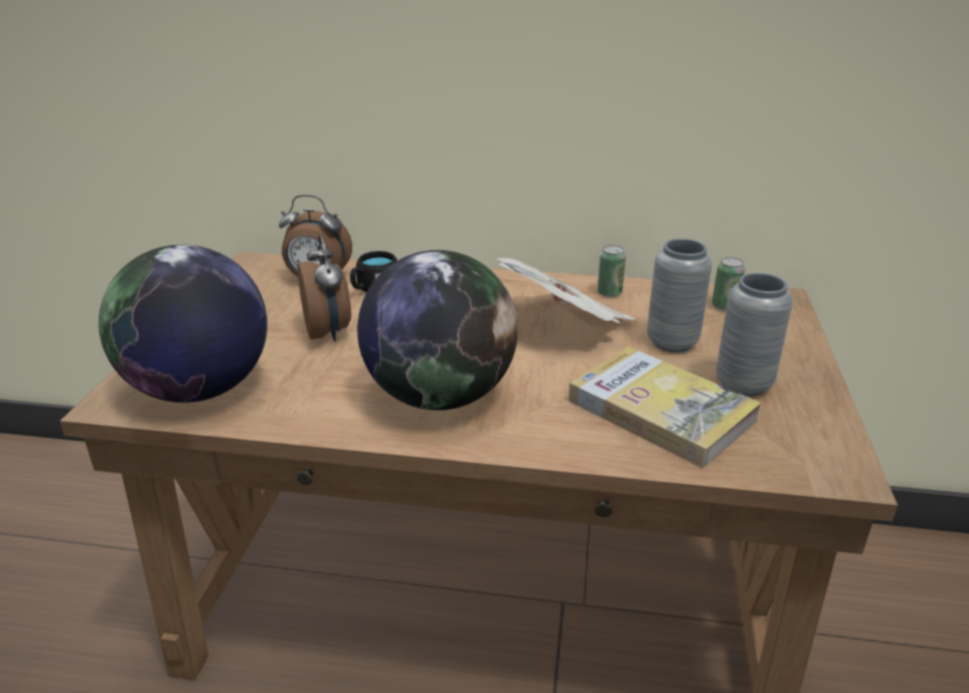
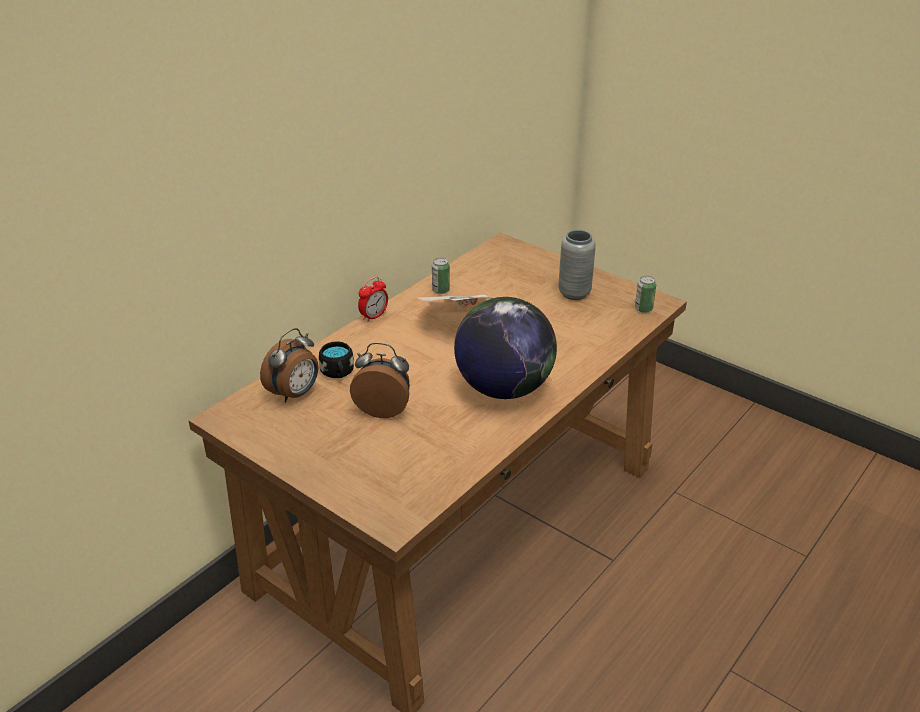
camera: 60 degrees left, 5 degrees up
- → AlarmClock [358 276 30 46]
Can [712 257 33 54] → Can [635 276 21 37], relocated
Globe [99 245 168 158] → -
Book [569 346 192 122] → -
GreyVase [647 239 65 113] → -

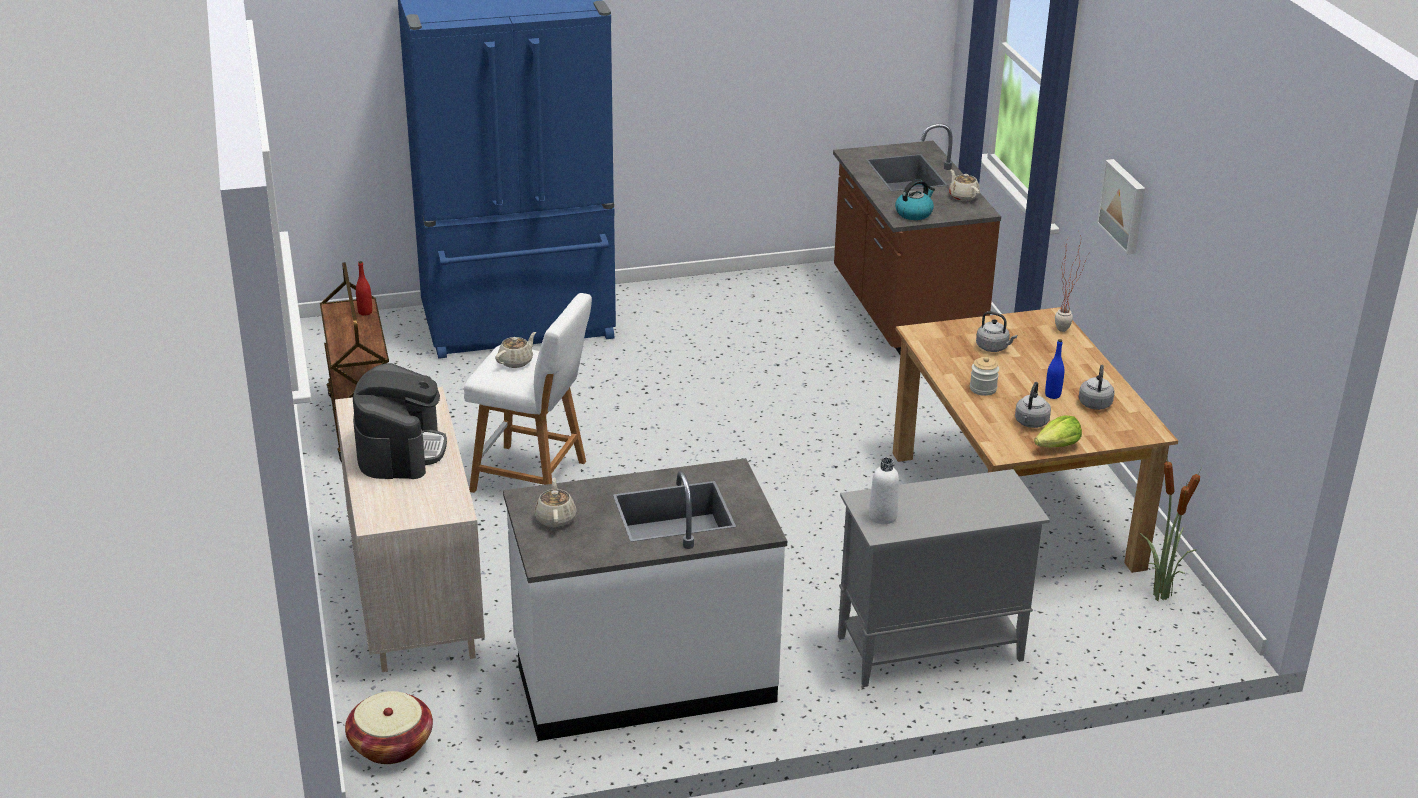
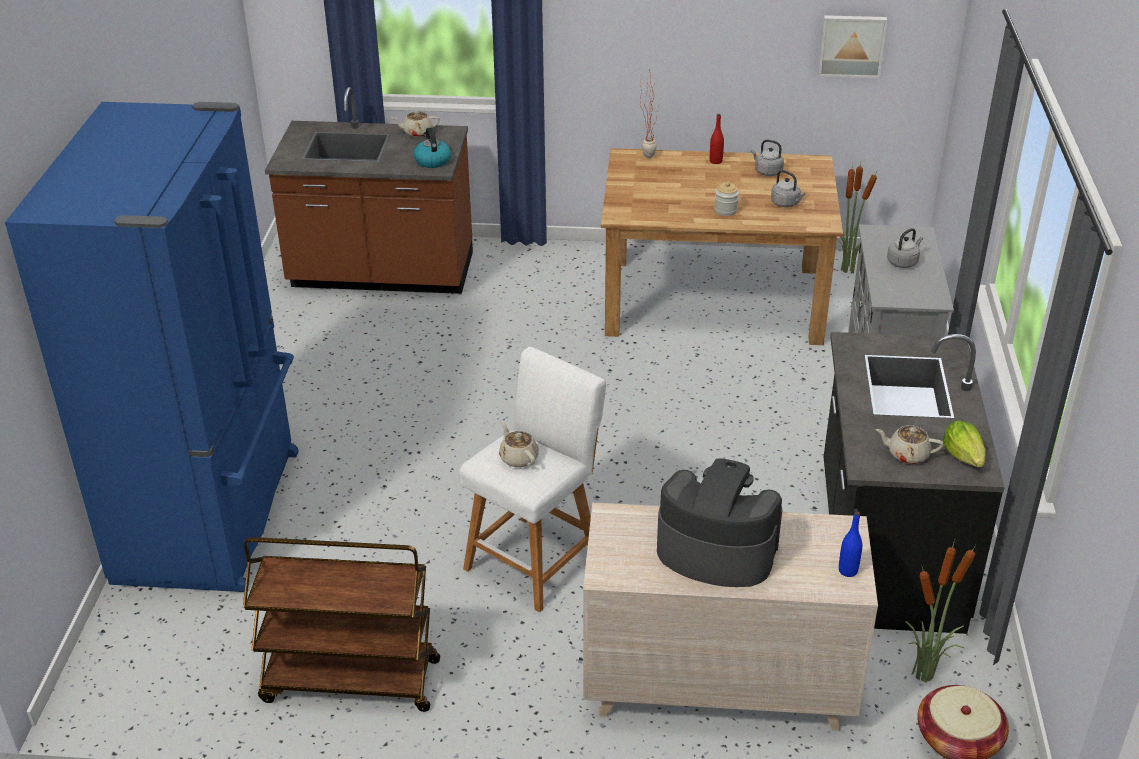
camera: 70 degrees left, 5 degrees up
RedBottle [356 261 16 55] → RedBottle [710 114 14 50], relocated
Picture [1097 159 48 96] → Picture [818 15 69 63], relocated
WhiteCounter [503 458 284 283] → BlackCounter [824 332 181 302]
BlueBottle [1045 339 19 60] → BlueBottle [839 511 23 66], relocated
GreyKettle [976 311 41 41] → GreyKettle [887 228 36 40], relocated
- → PottedPlant [906 537 71 146]
Lettuce [1034 415 48 33] → Lettuce [943 421 43 46], relocated
WhiteBottle [869 458 30 66] → -

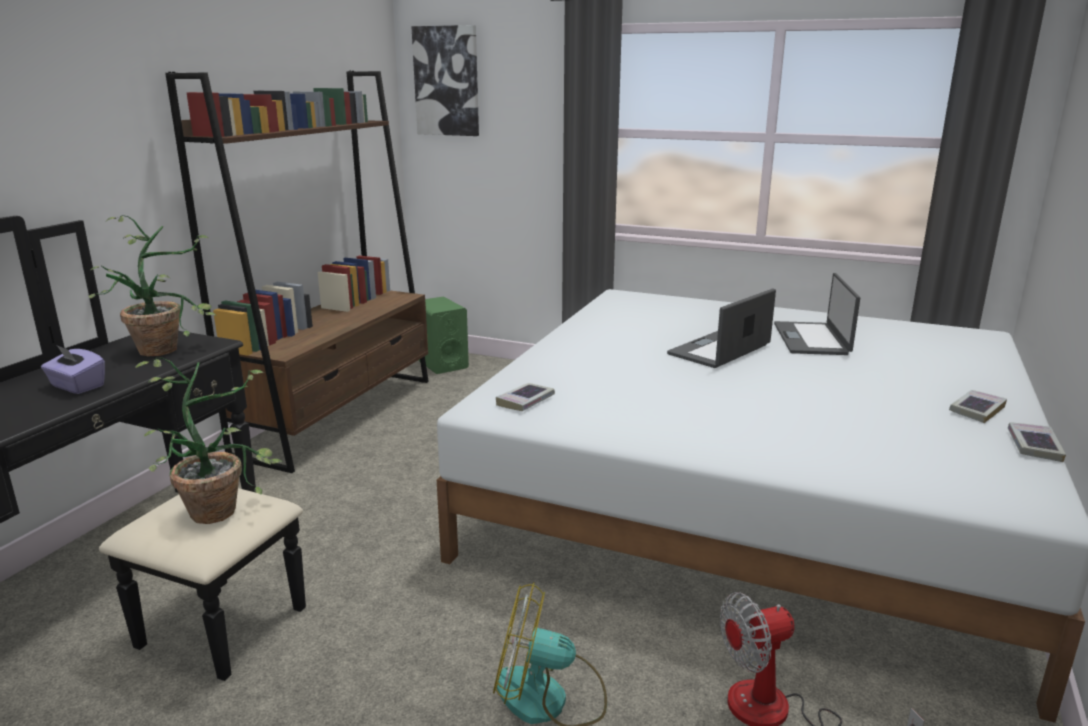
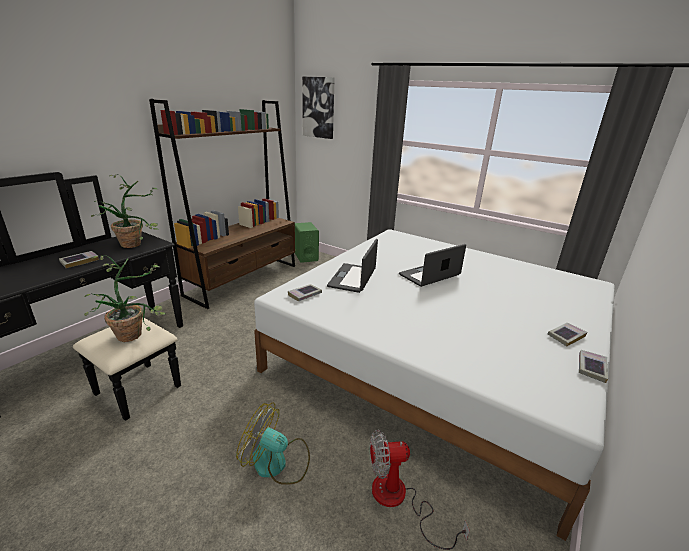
camera: 10 degrees right, 5 degrees up
PurpleTissueBox [41 346 64 48] → Book [59 251 40 17]
Laptop [774 273 86 82] → Laptop [327 239 51 54], relocated

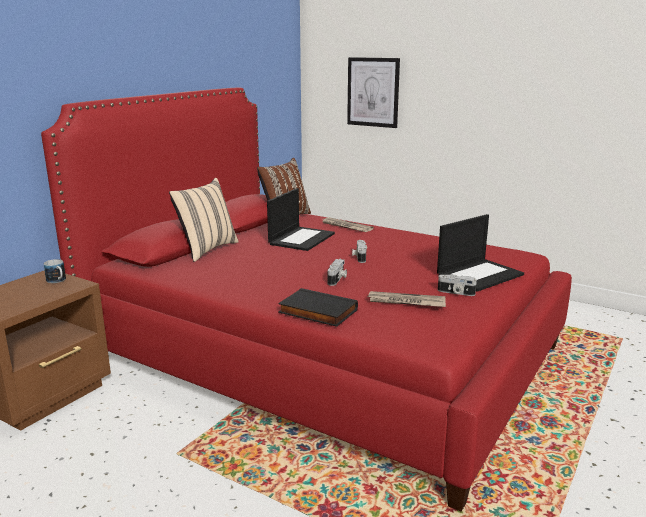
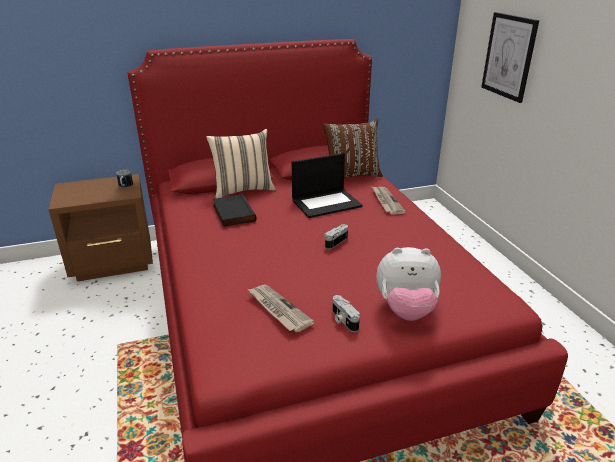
camera: 40 degrees right, 10 degrees up
BlackBook [278 288 80 39] → BlackBook [213 194 43 33], relocated
Laptop [437 214 87 78] → PlushToy [376 247 65 74]
PhotoCamera [328 259 19 27] → -

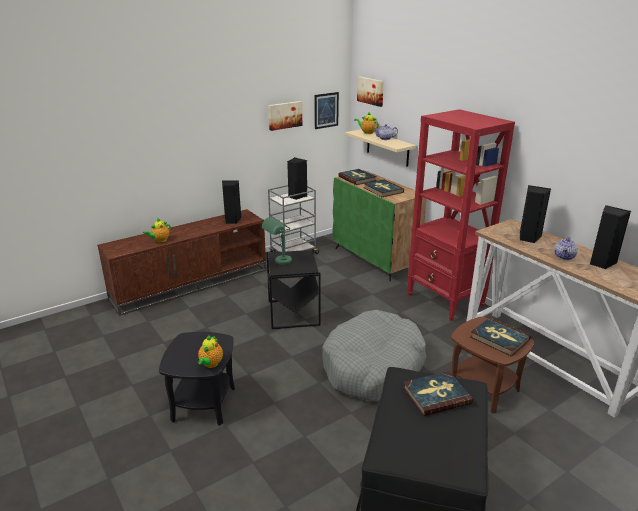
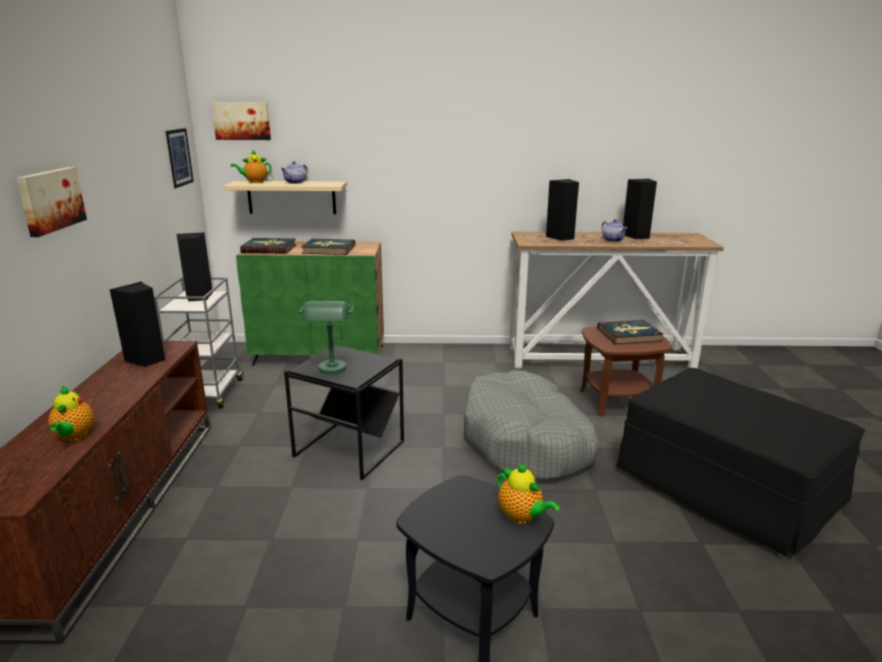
camera: 55 degrees left, 5 degrees down
Picture [268 101 34 30] → Picture [16 167 71 70], relocated
Book [403 371 70 45] → -
RedBookcase [407 109 108 212] → -

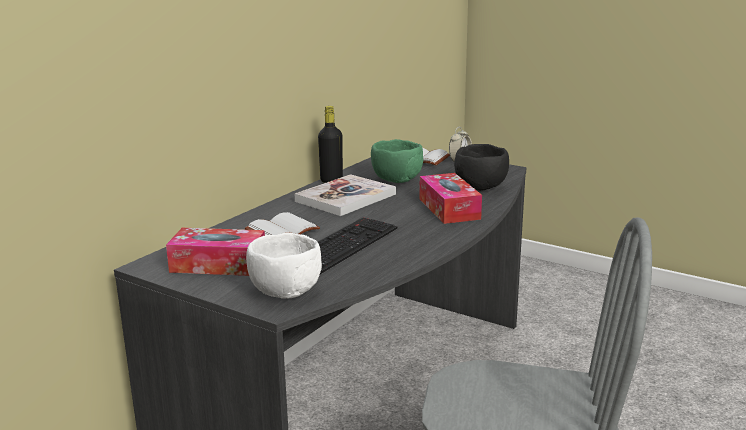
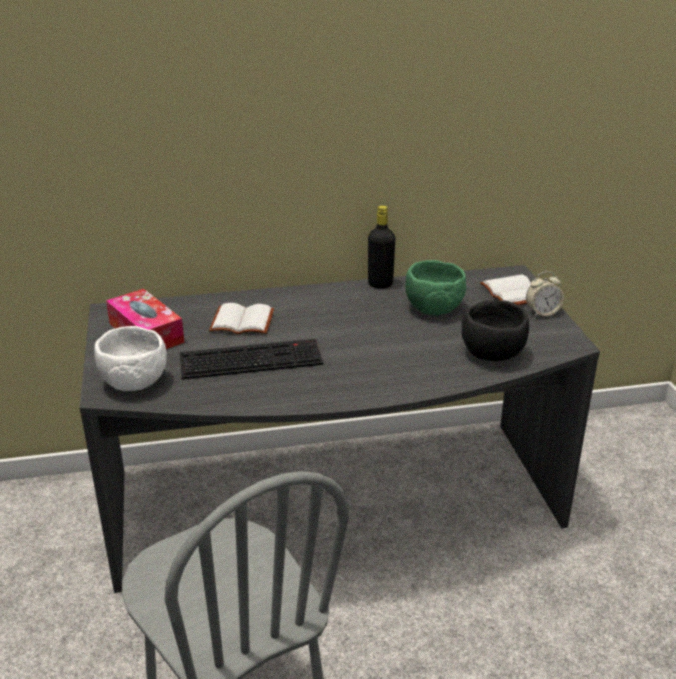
camera: 45 degrees right, 10 degrees up
Book [295 174 101 42] → -
TissueBox [419 173 63 51] → -

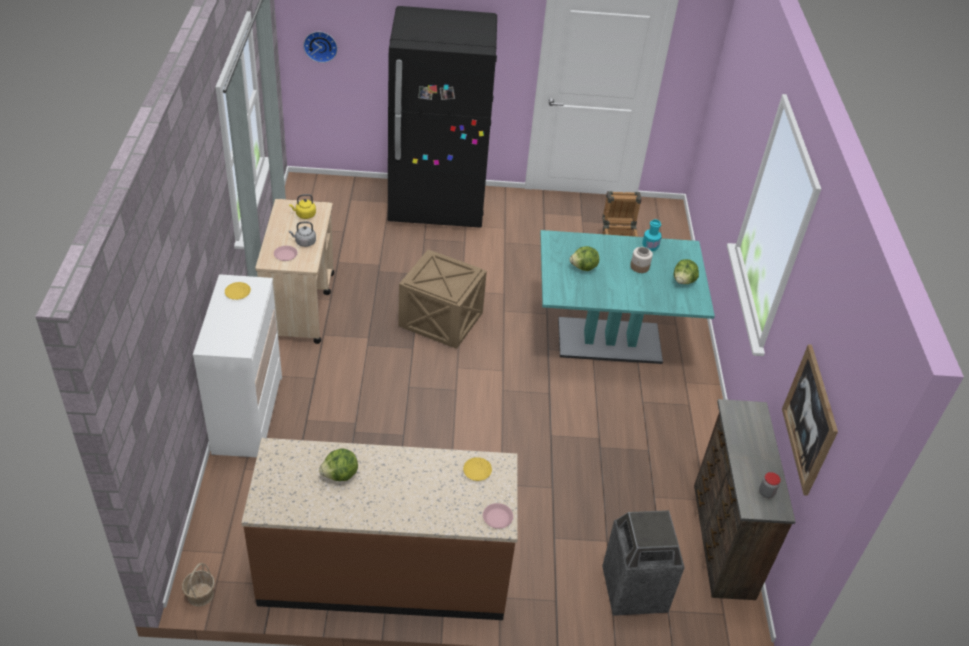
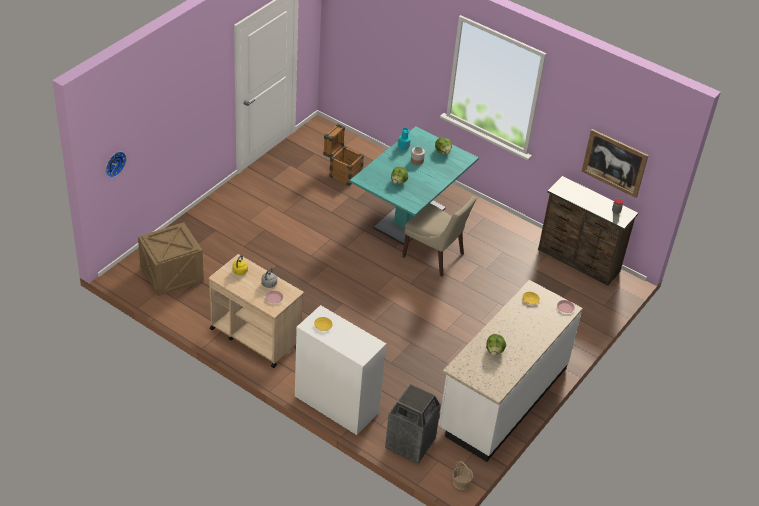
camera: 55 degrees left, 0 degrees up
Crate [398 250 89 99] → Crate [138 223 66 73], relocated
TrashCan [602 510 83 106] → TrashCan [385 384 56 80], relocated
- → BeigeChair [402 196 74 81]
BrownCounter [241 438 277 182] → WhiteCounter [439 280 144 182]
BlackFridge [388 6 109 222] → -

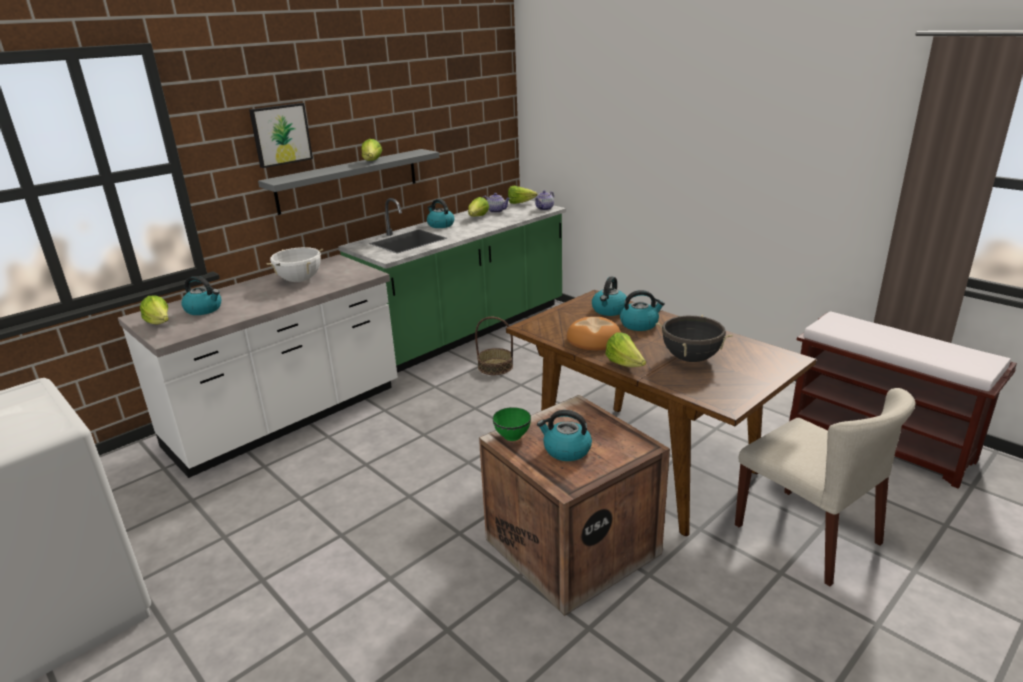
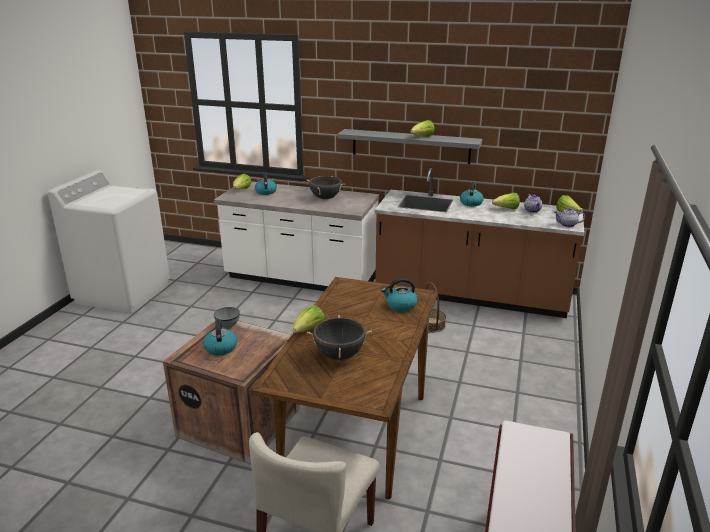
camera: 60 degrees right, 0 degrees up
GreenBowl [493 407 38 34] → GreyBowl [214 307 26 22]
WhiteCookingPot [266 247 57 35] → BlackCookingPot [307 176 37 23]
GreenCounter [338 198 228 175] → BrownCounter [375 168 210 150]
Picture [249 103 64 65] → -
Bread [567 317 54 33] → -
Kettle [620 290 45 41] → -

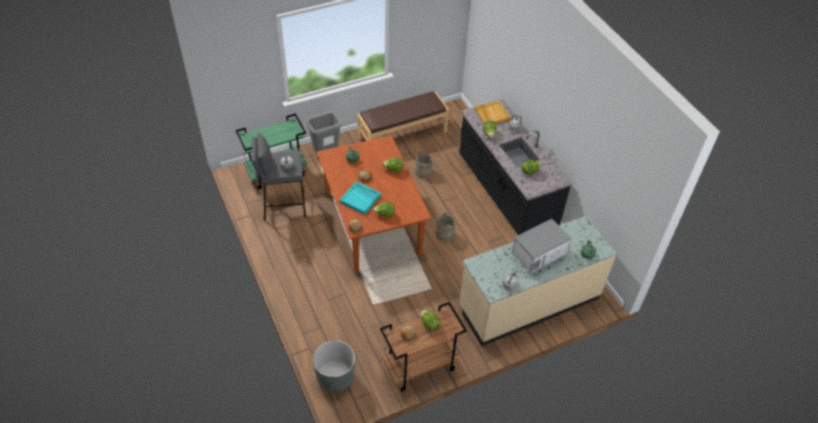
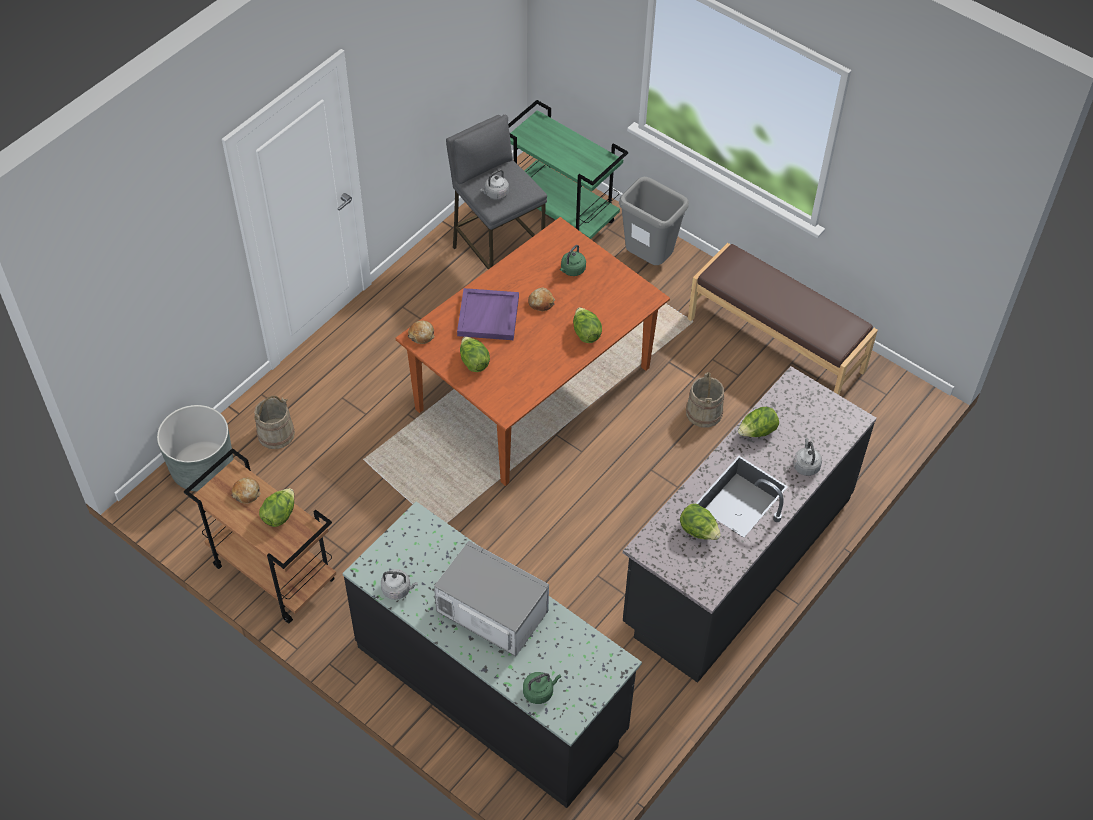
camera: 65 degrees right, 5 degrees up
BeigeBucket [436 212 19 30] → BeigeBucket [254 396 41 53], relocated
BeigeCounter [459 216 158 130] → BlackCounter [342 501 300 307]
TurquoiseTray [340 181 41 34] → PurpleTray [457 288 62 52]
BeigeTray [475 101 36 23] → -

